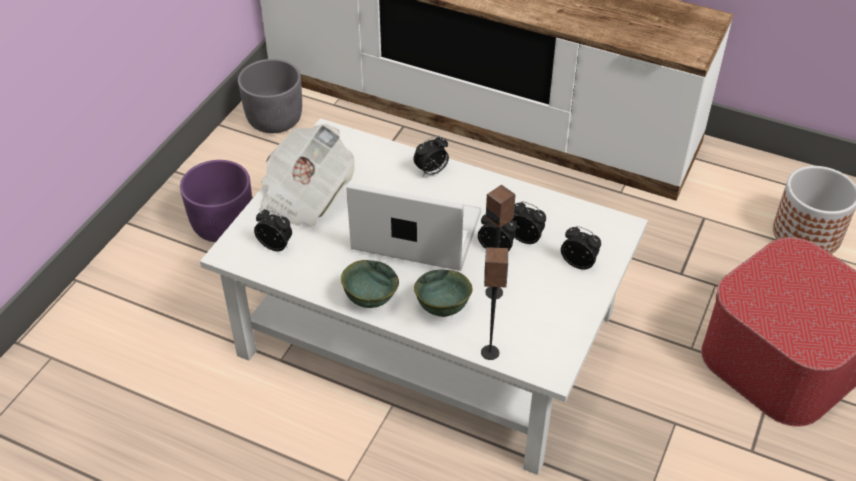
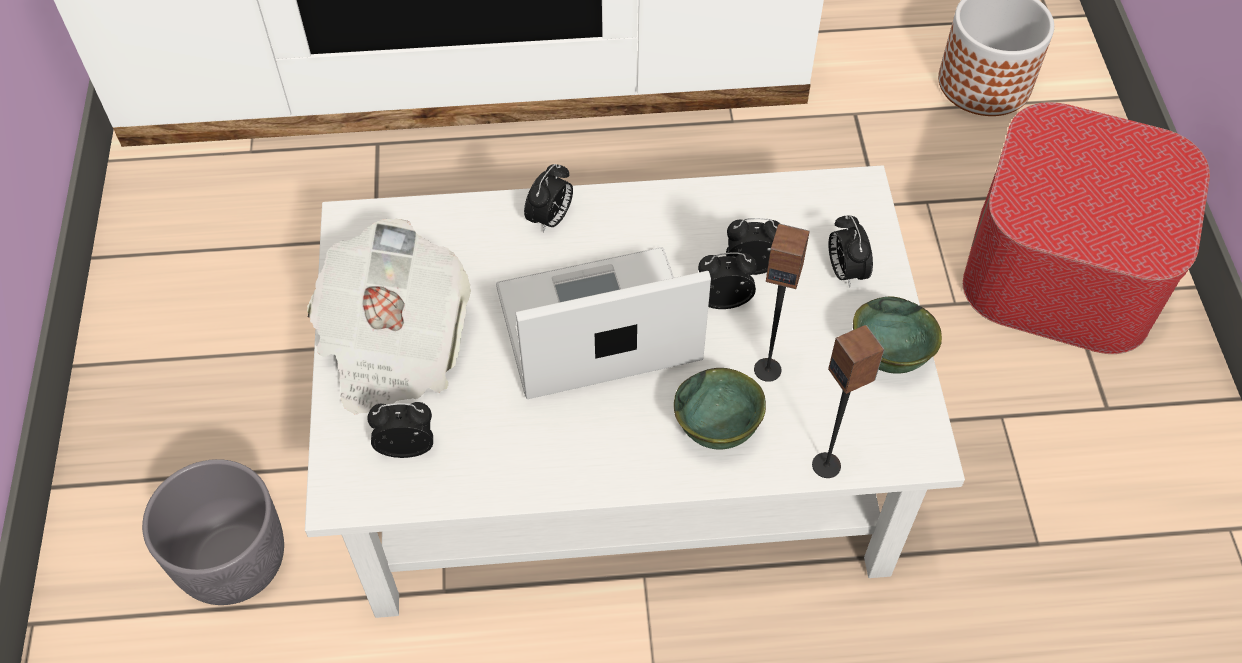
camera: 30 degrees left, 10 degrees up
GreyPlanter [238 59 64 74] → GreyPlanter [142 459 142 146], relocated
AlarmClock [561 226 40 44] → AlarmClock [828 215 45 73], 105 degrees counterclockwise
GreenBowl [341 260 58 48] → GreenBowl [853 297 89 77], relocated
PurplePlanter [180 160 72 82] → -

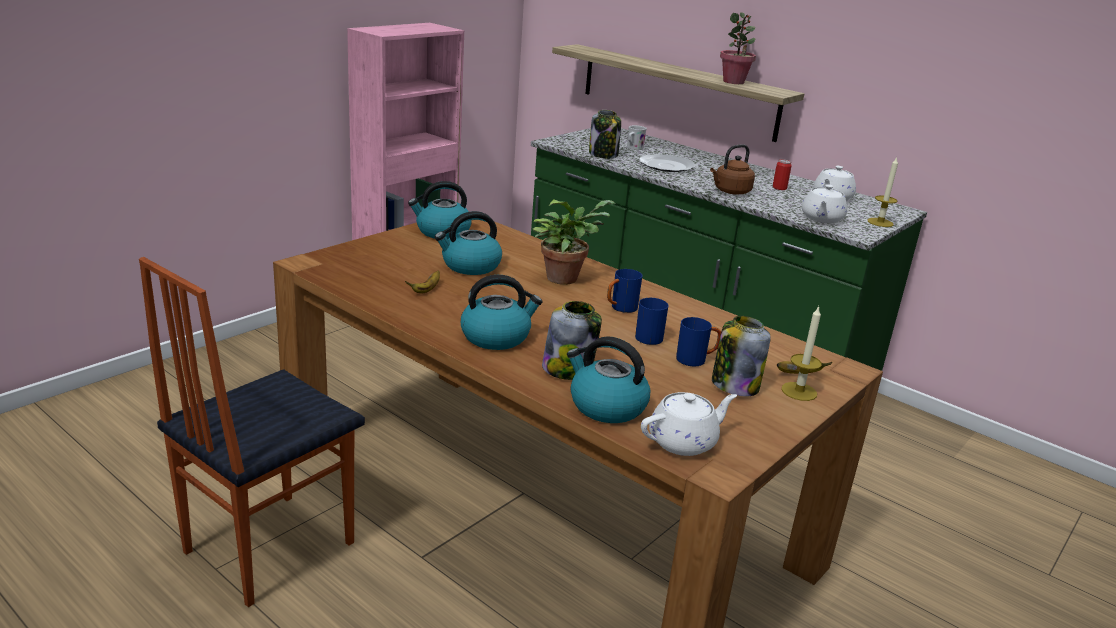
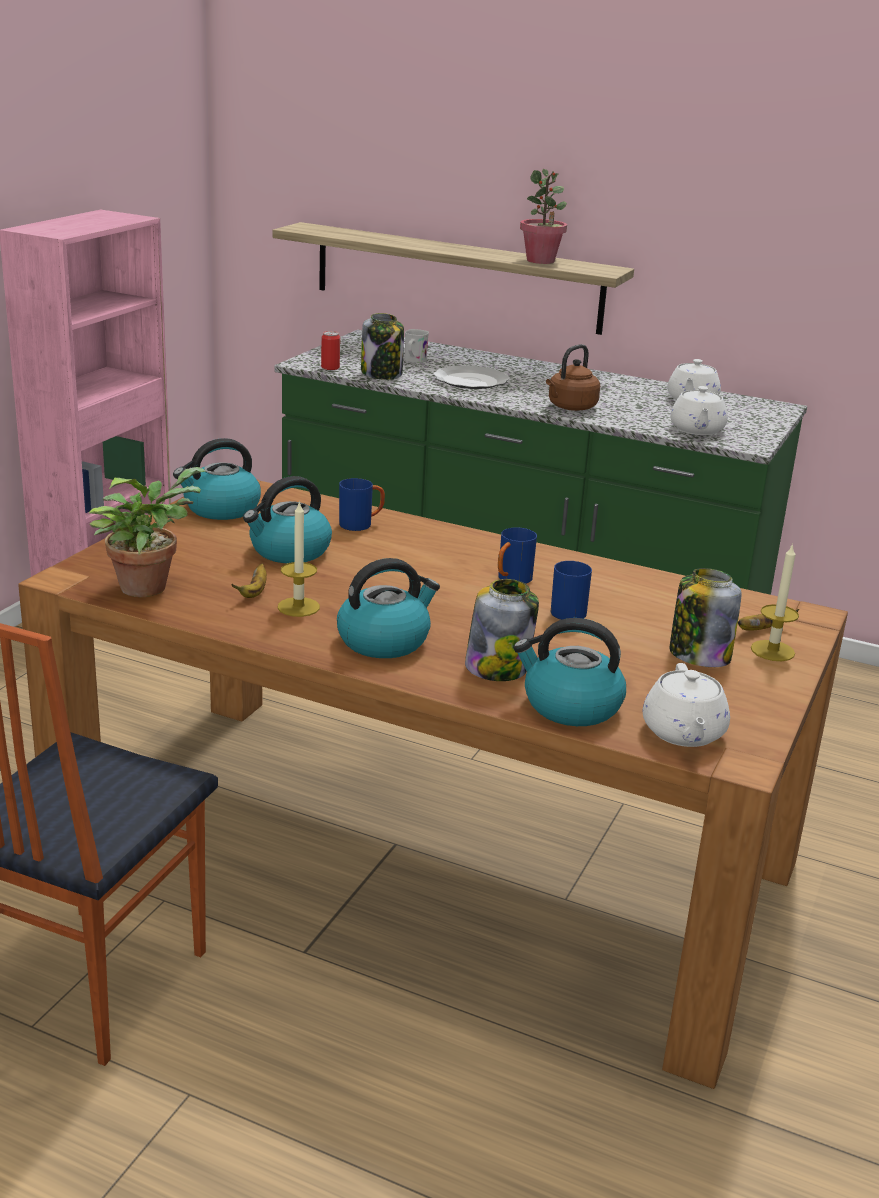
camera: 15 degrees left, 0 degrees up
PottedPlant [533 199 83 86] → PottedPlant [89 467 118 130], relocated
Candle [868 157 30 70] → Candle [278 500 42 117], relocated
Can [772 159 20 31] → Can [321 331 19 39], relocated
BlueMug [676 317 45 49] → BlueMug [339 478 46 53], relocated
WhiteTeapot [641 392 96 64] → WhiteTeapot [643 663 87 84], 135 degrees clockwise

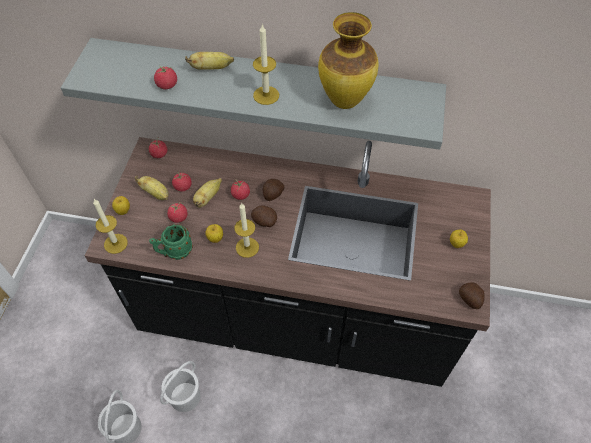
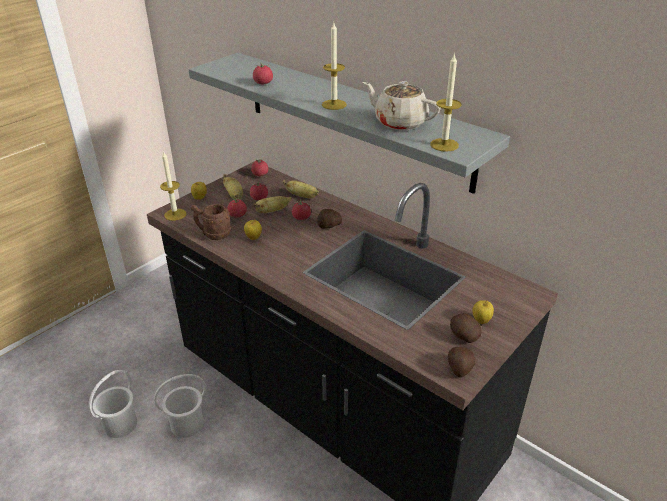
camera: 30 degrees right, 20 degrees down
GreenMug [149 224 44 36] → BrownMug [191 204 40 36]
Banana [185 52 49 18] → Banana [283 180 36 18], relocated
Vase [318 12 61 97] → BeigeTeapot [362 81 79 49]
Candle [234 203 25 55] → Candle [430 53 32 99], relocated
Potato [251 205 26 22] → Potato [450 314 32 29], relocated

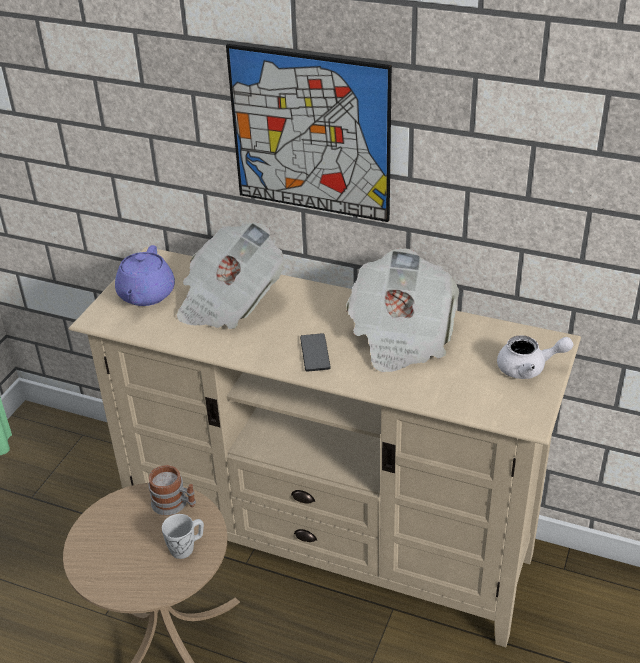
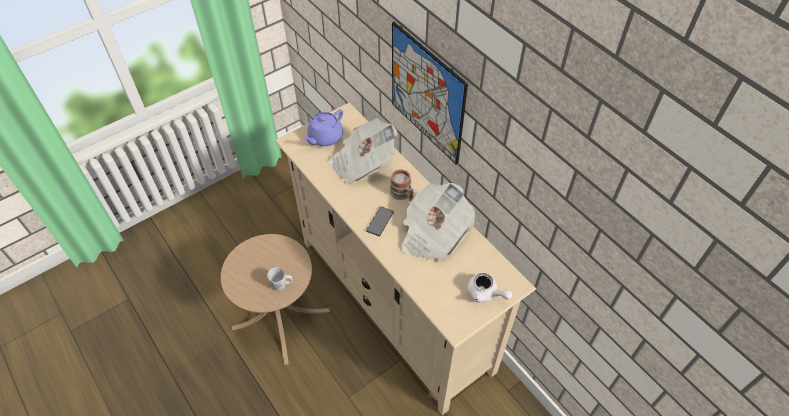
camera: 30 degrees right, 15 degrees up
Mug [148 465 48 50] → Mug [390 169 24 32], relocated

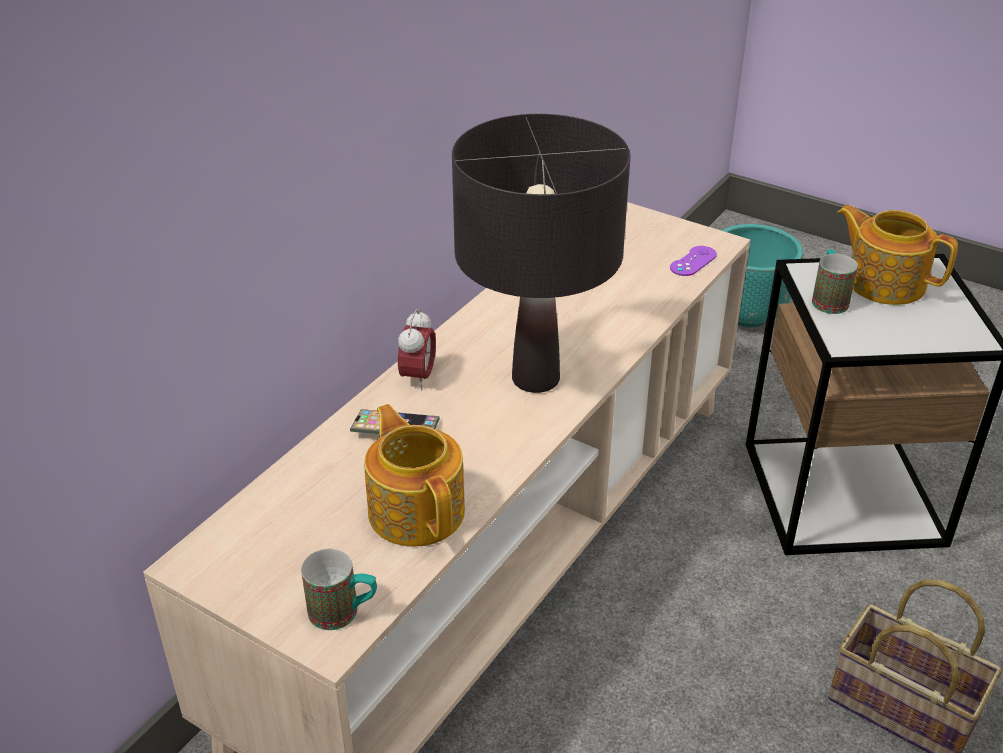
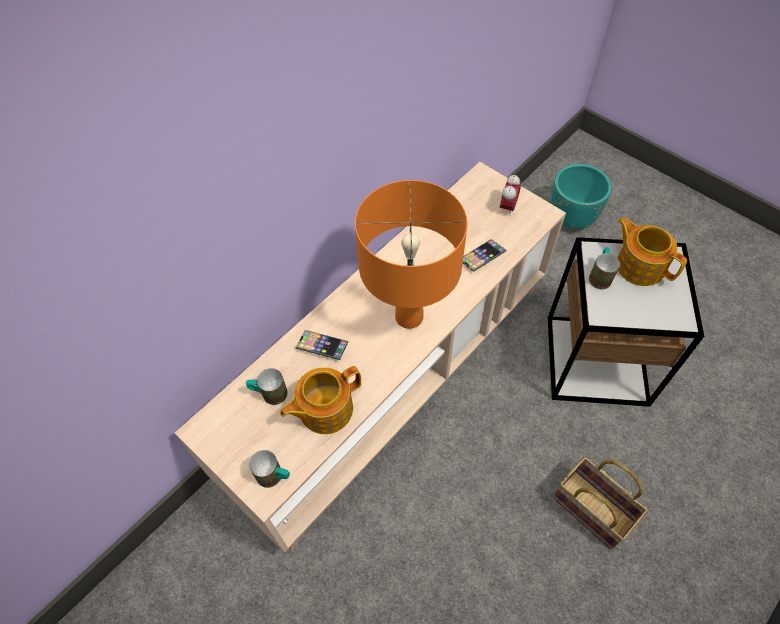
camera: 10 degrees right, 20 degrees up
- → Mug [246 368 42 37]
Teapot [364 404 101 143] → Teapot [280 366 81 68], 105 degrees counterclockwise
BlackTableLamp [452 114 179 279] → OrangeTableLamp [355 180 112 149]
- → Phone [463 239 44 33]
AlarmClock [398 309 38 81] → AlarmClock [500 174 21 42], relocated
PurpleGameController [670 246 47 30] → -

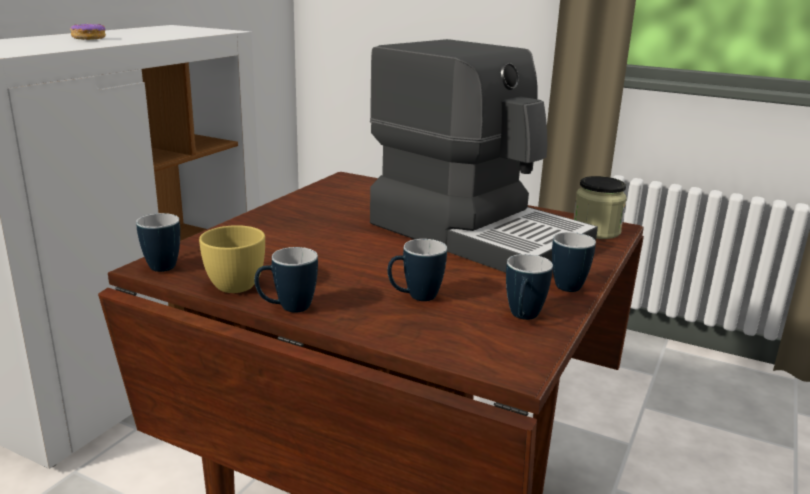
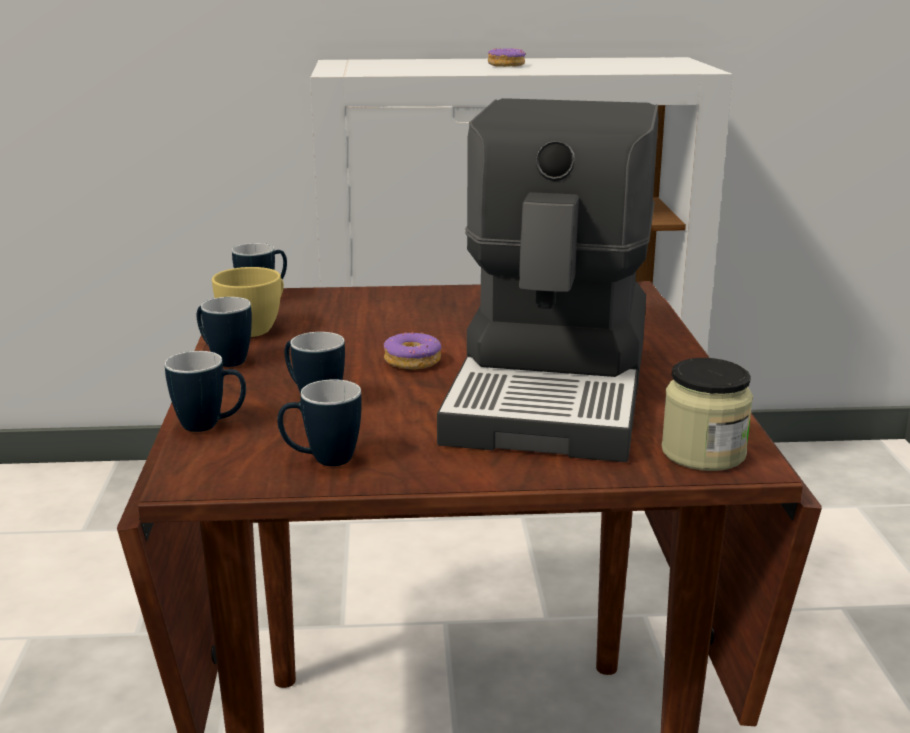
camera: 60 degrees right, 0 degrees up
Mug [552 232 44 60] → Mug [165 351 81 81], relocated
- → Donut [384 332 57 38]

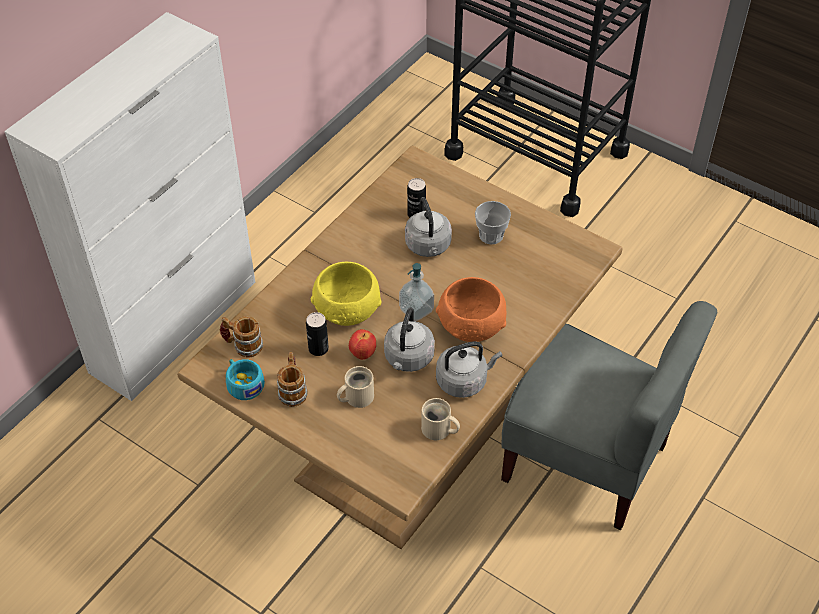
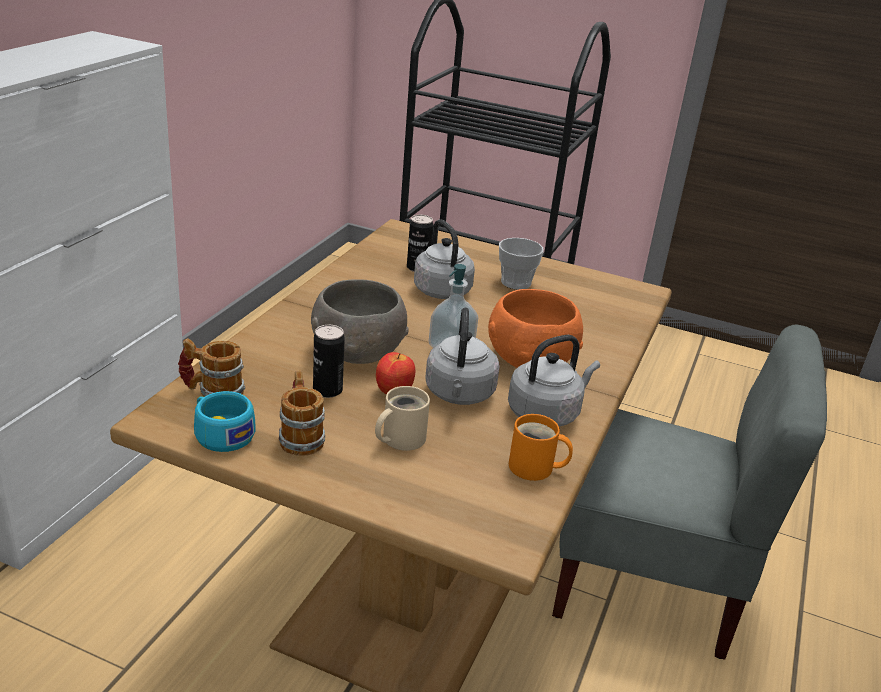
camera: 15 degrees left, 20 degrees down
YellowBowl [311 262 70 64] → GreyBowl [311 279 97 85]
BeigeMug [421 398 39 42] → OrangeMug [509 414 64 67]

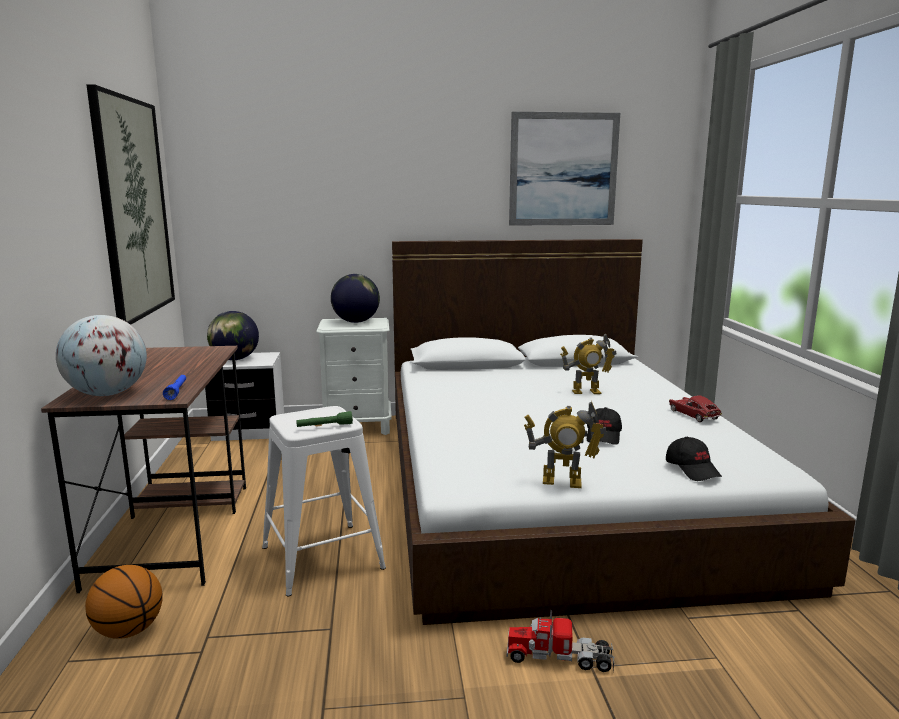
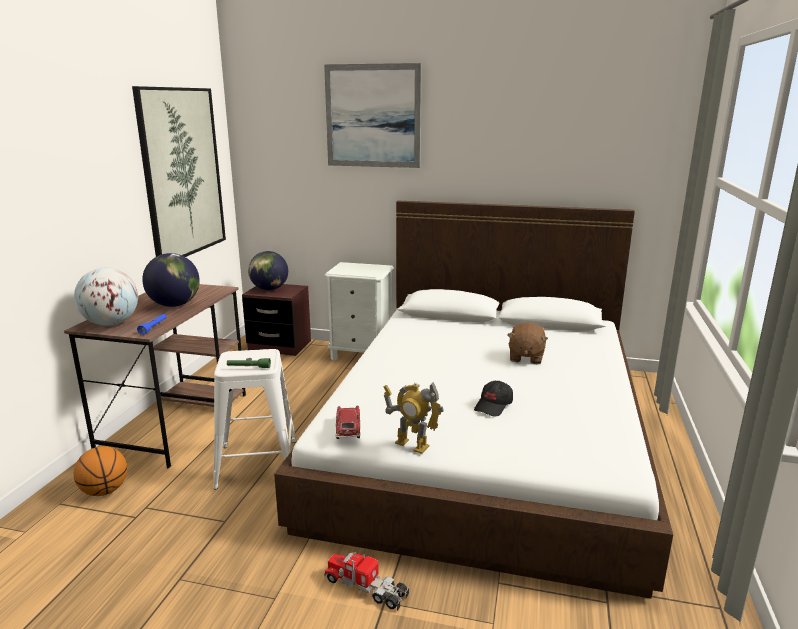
camera: 20 degrees right, 5 degrees up
Globe [331 274 49 49] → Globe [142 253 58 54], relocated
WhiteNightstand [205 352 79 89] → BrownNightstand [242 284 69 72]
Picture [509 112 111 114] → Picture [324 63 97 105], relocated
ToyCar [669 396 53 26] → ToyCar [336 405 25 34], relocated
ToyRobot [560 333 57 61] → BrownPlushToy [507 322 41 42]
BlackCap [666 437 56 44] → -

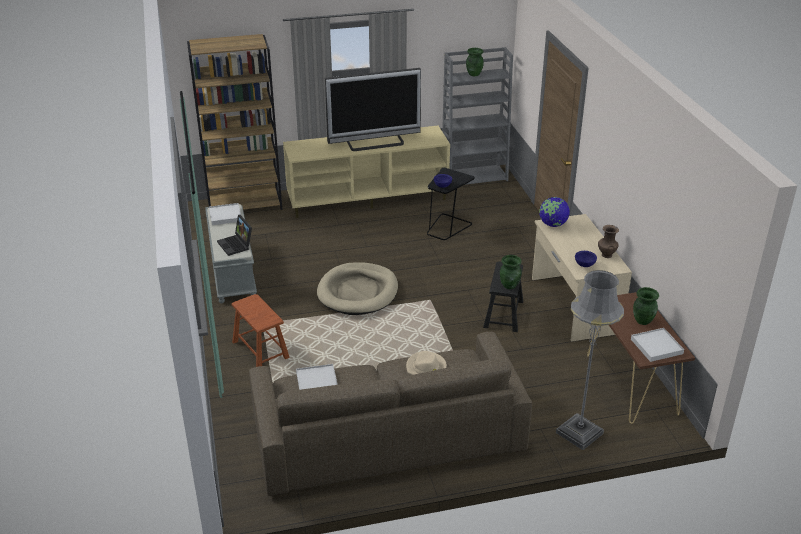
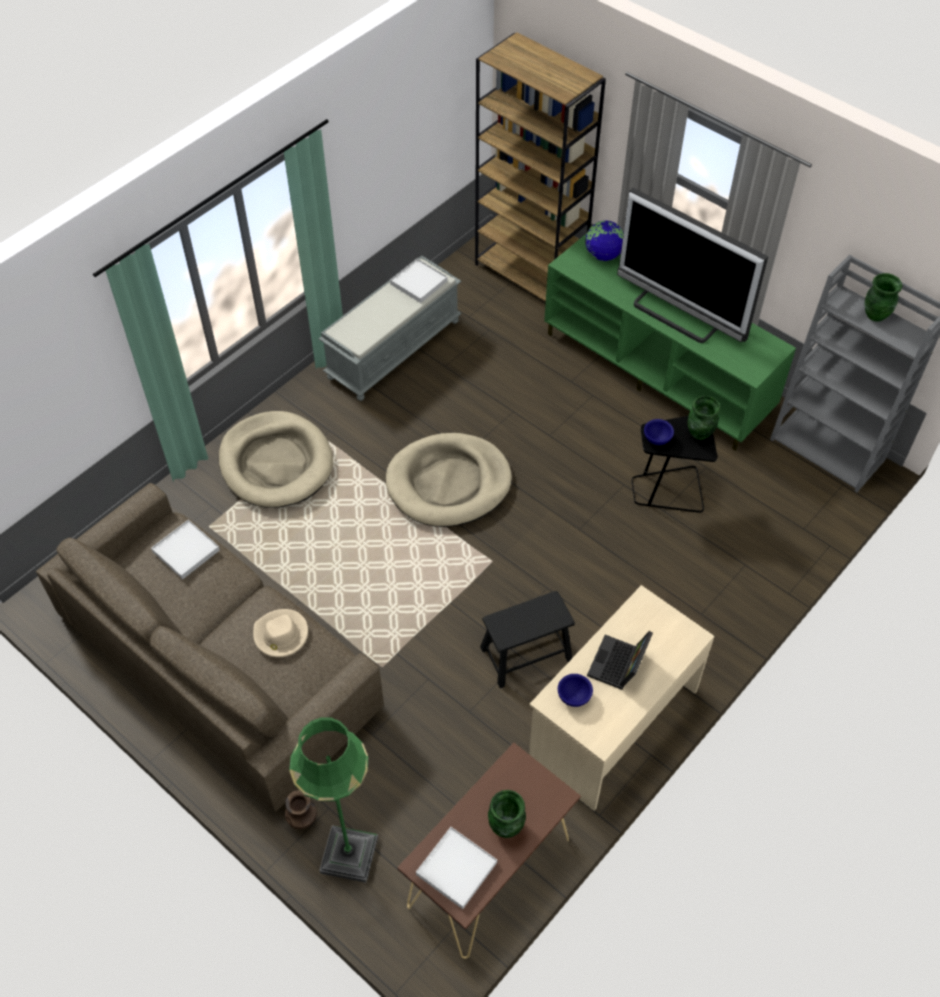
camera: 55 degrees right, 20 degrees up
BrownStool [232 294 58 73] → BeigeDogBed [219 411 114 97]
BrownVase [598 225 21 33] → BrownVase [285 790 32 39], relocated
GreyFloorLamp [556 270 68 180] → GreenFloorLamp [289 717 89 166]
BeigeTvStand [283 126 167 92] → GreenTvStand [544 233 252 218]
Globe [539 197 31 30] → Globe [585 220 39 41], relocated
Laptop [217 215 35 41] → Laptop [587 631 66 59], relocated
GreenVase [500 255 22 34] → GreenVase [688 395 32 45], relocated

